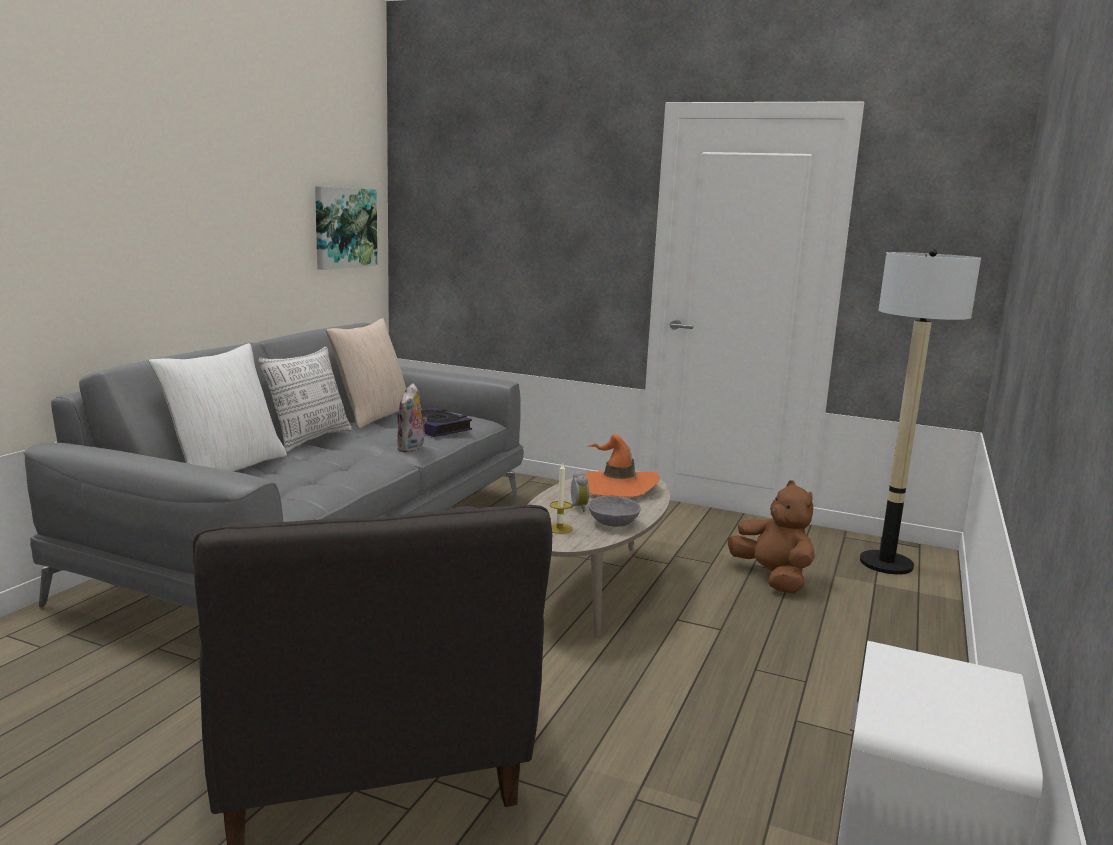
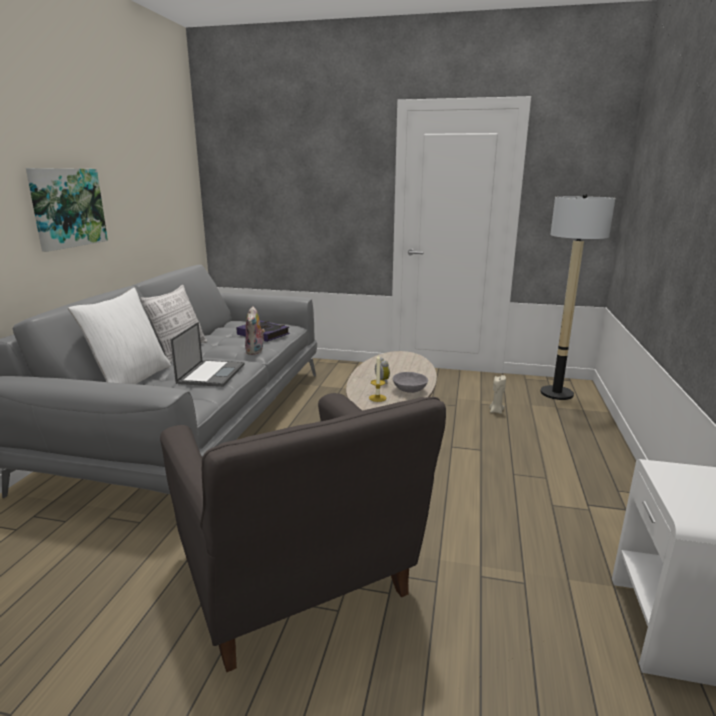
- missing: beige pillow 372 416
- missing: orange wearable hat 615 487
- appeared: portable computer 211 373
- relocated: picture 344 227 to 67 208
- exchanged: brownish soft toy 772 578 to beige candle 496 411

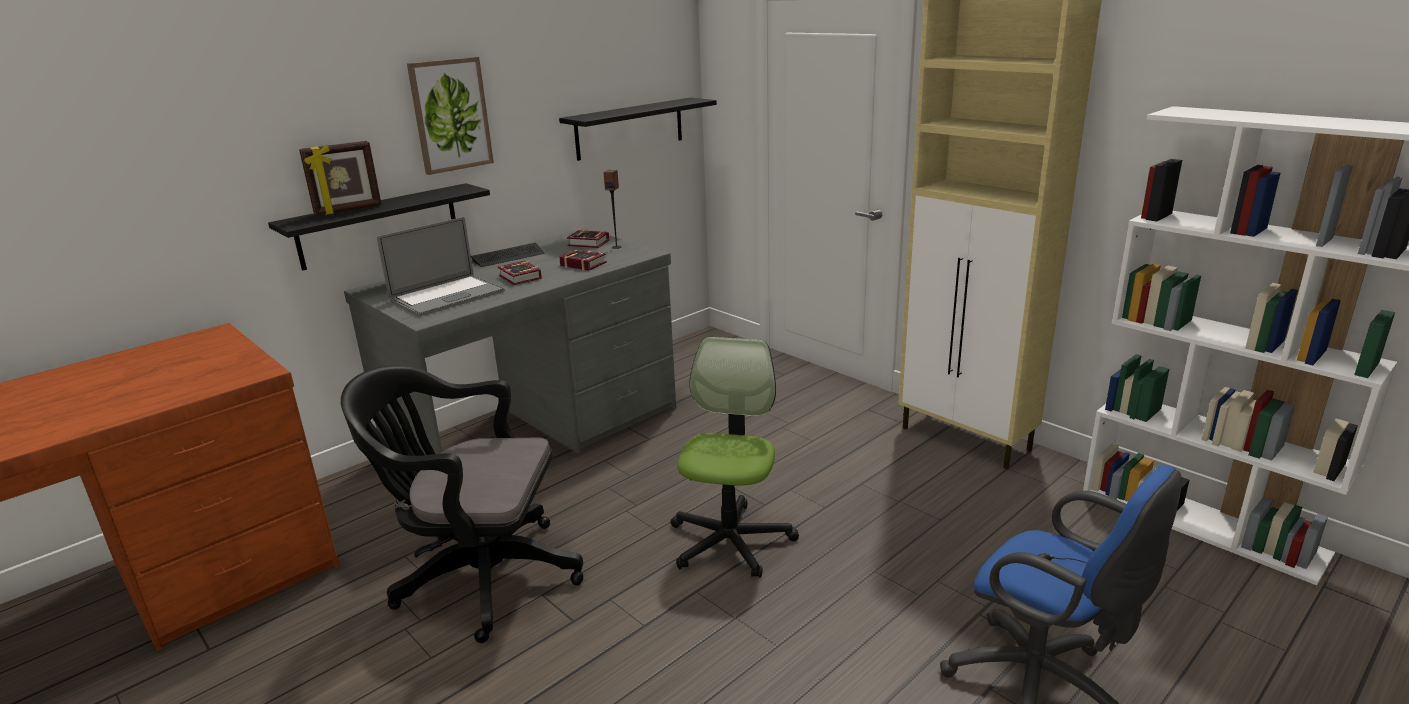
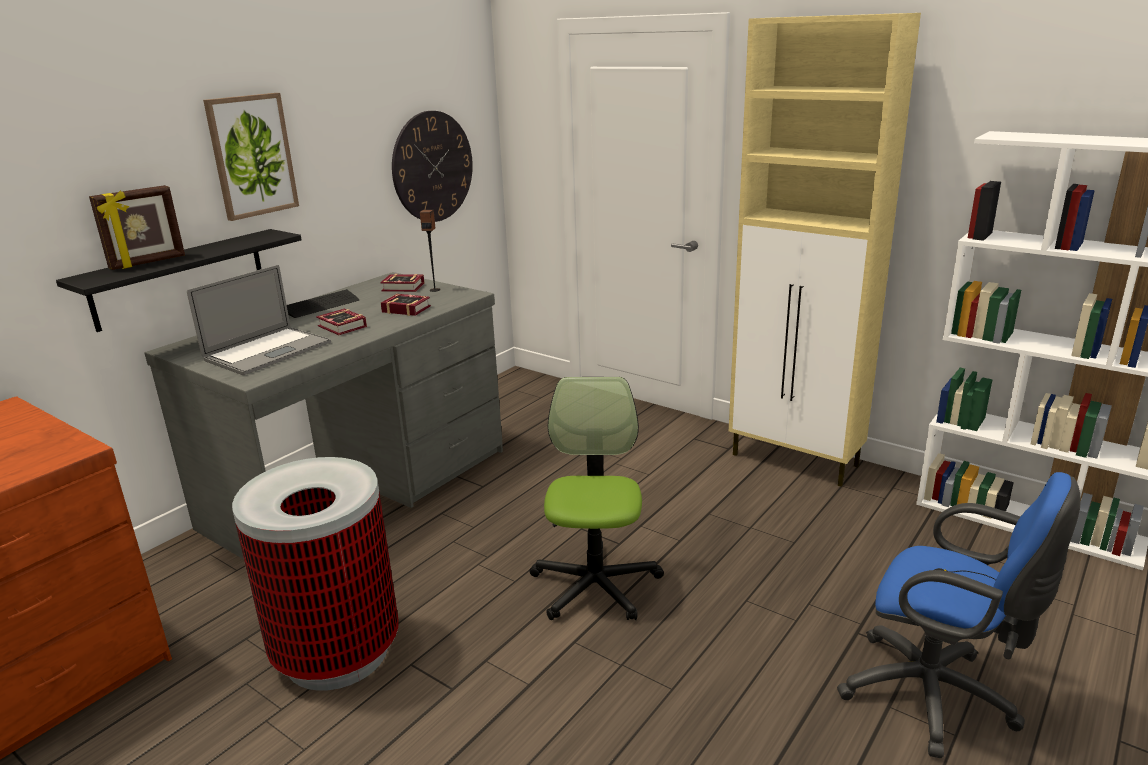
- exchanged: black-coloured office chair 479 577 to waste bin 336 653
- exchanged: black-coloured wall shelf 630 128 to clock on the wall 432 167

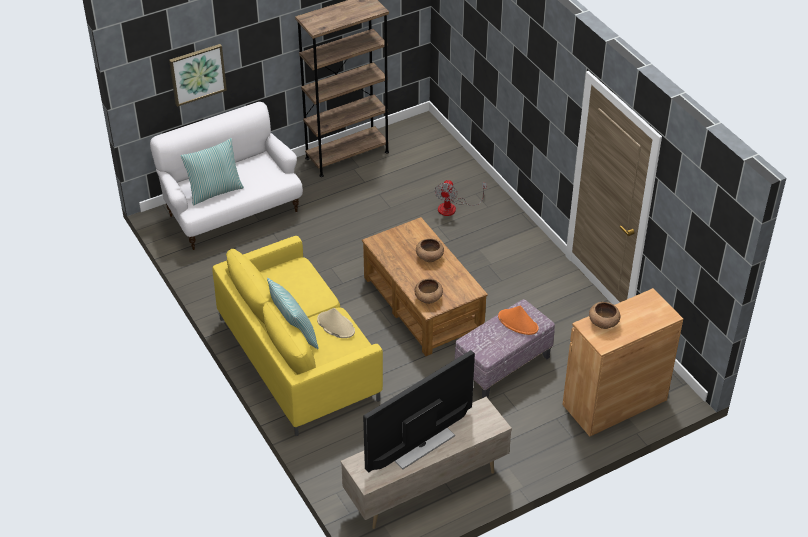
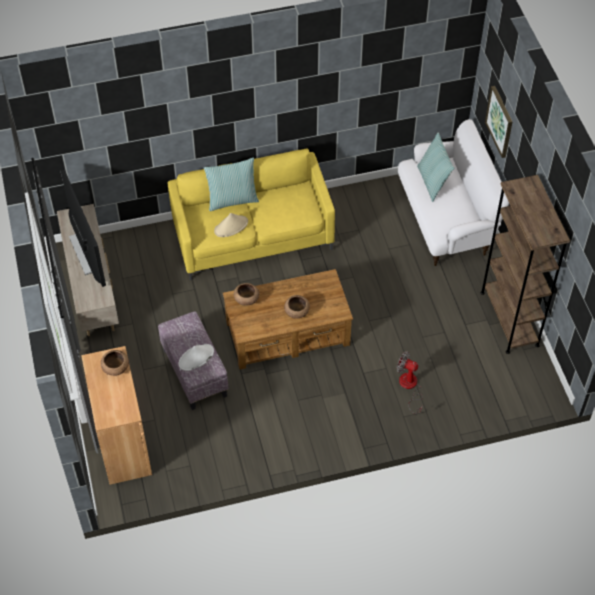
- colour: orange wearable hat 518 323 to white wearable hat 196 358

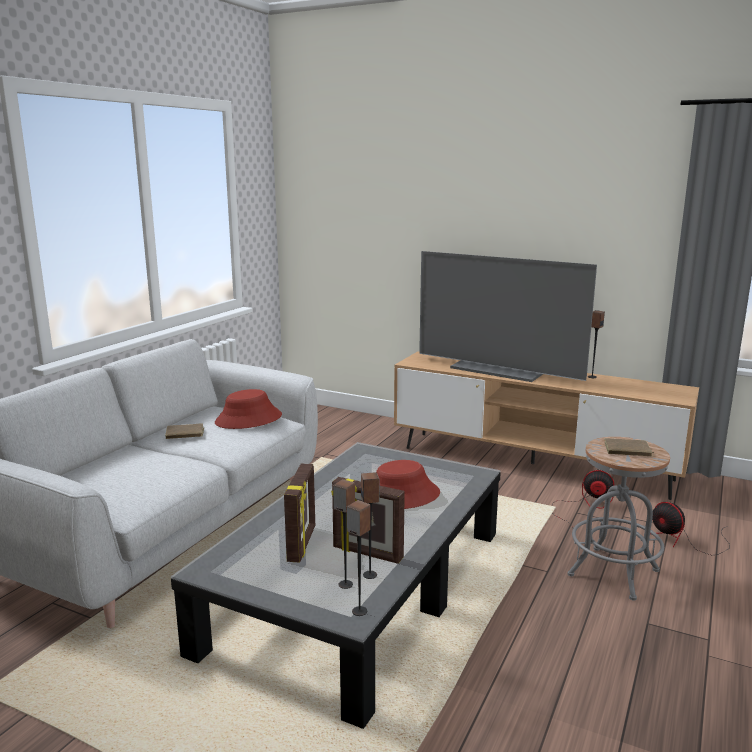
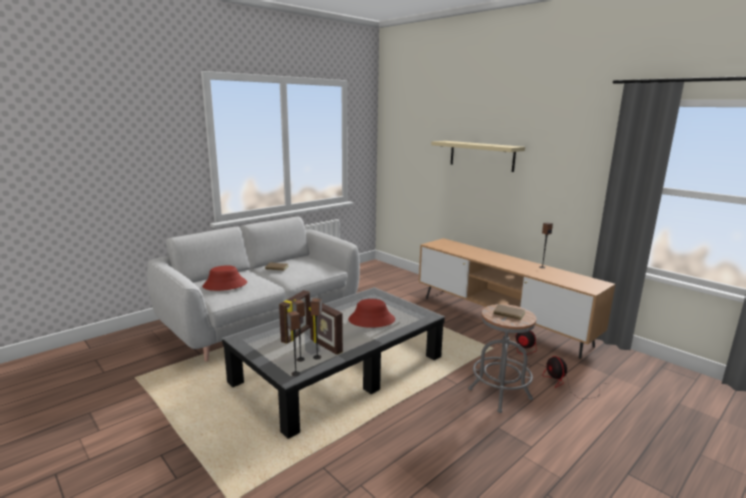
- missing: TV set 499 370
- appeared: beige wall shelf 481 155
- relocated: reddish wearable hat 248 419 to 225 285

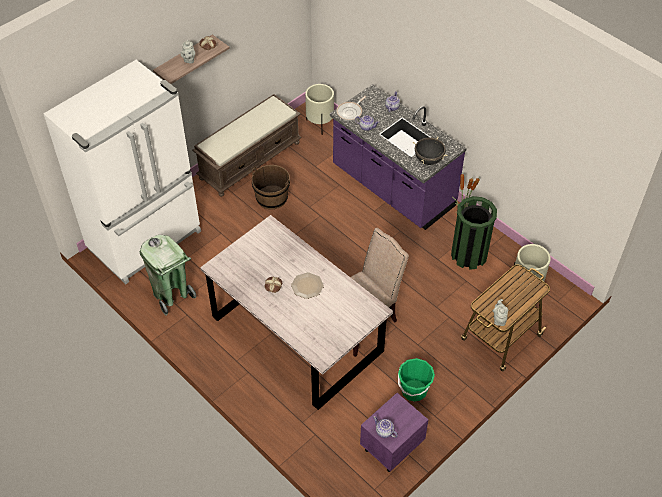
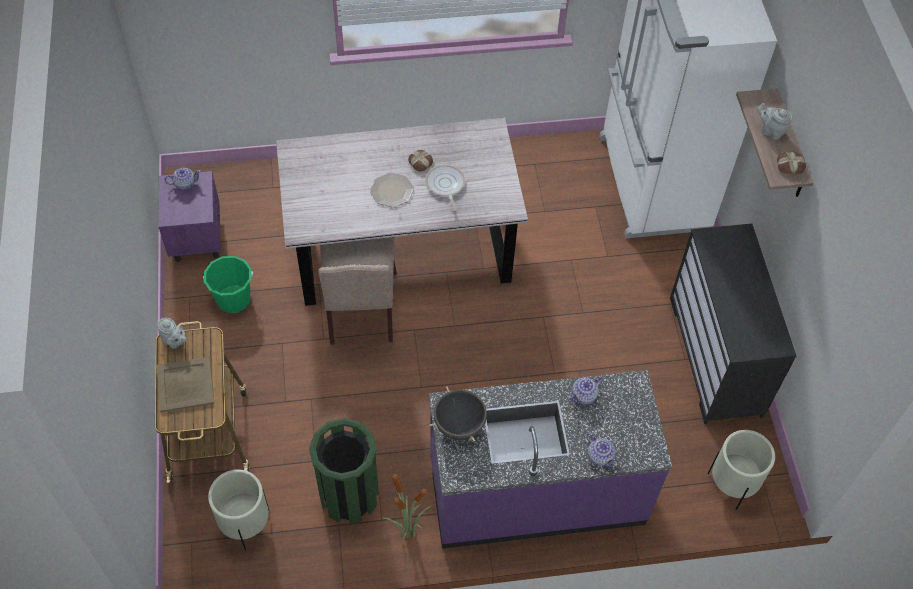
- missing: greenish waste bin 172 295
- missing: brownish bucket 272 197
- appeared: beige carrying tray 186 384
- relocated: frying pan 350 112 to 445 185
- exchanged: brownish bench 250 160 to black-coloured dresser 716 356

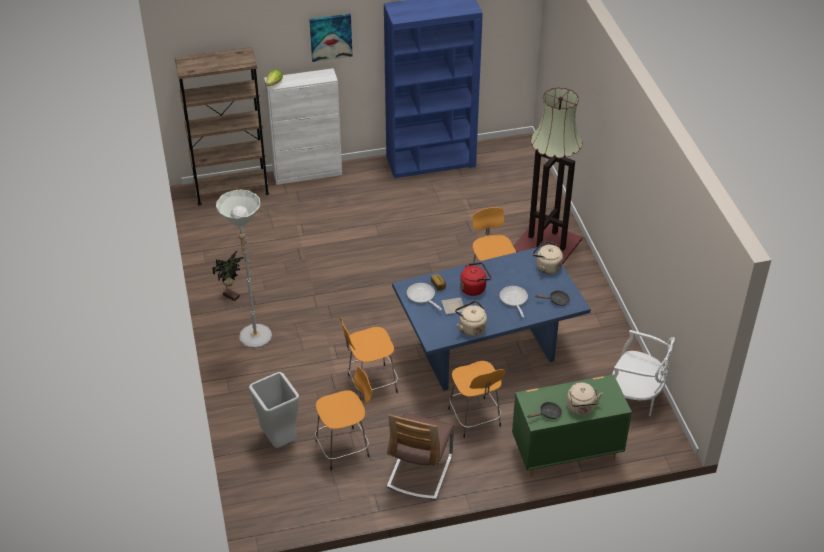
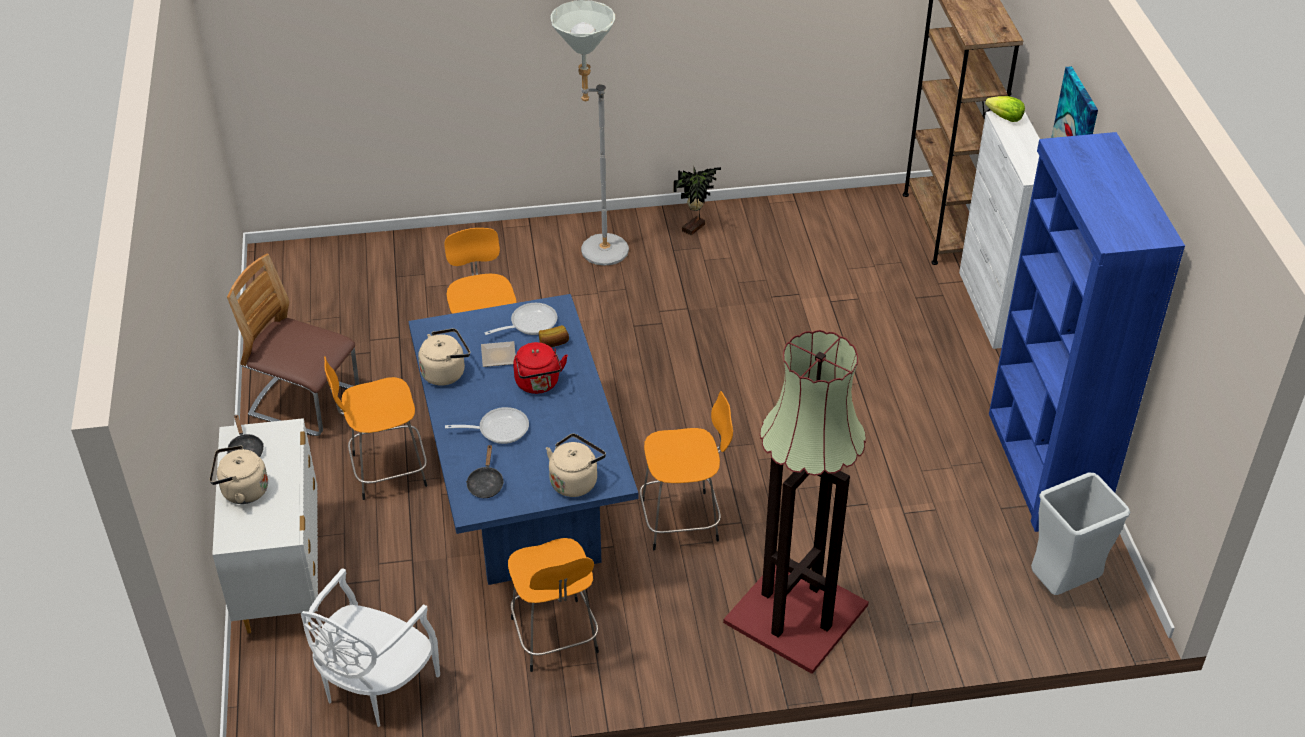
- relocated: greyish waste bin 278 439 to 1063 584
- relocated: orange stool seat 344 448 to 555 638
- colour: greenish dresser 565 454 to white dresser 281 571

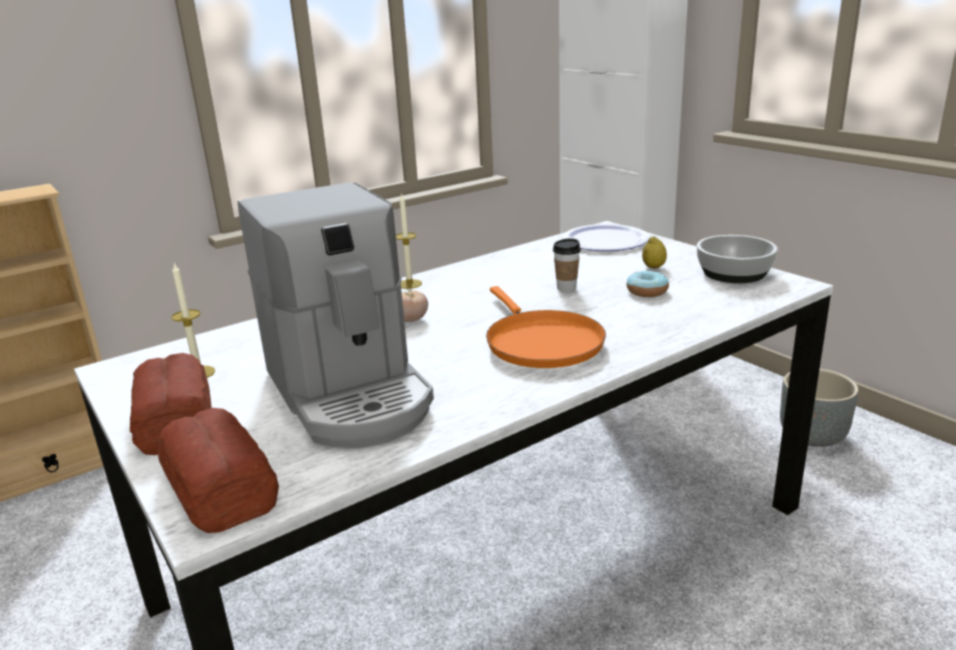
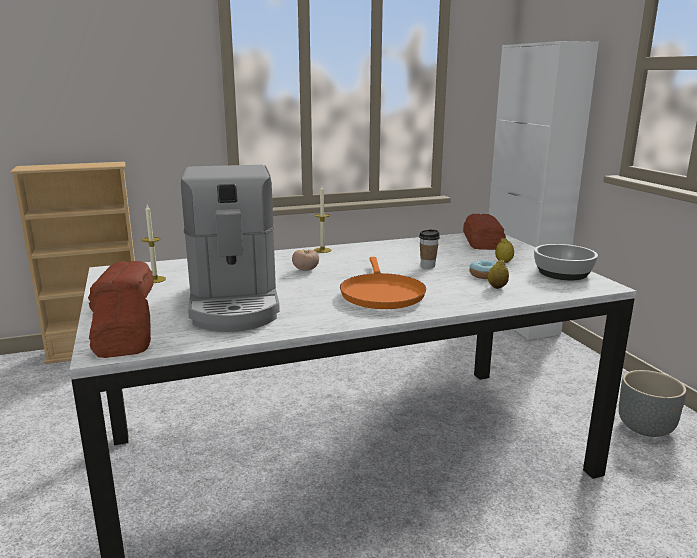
- appeared: lemon 497 287
- exchanged: dinner plate 605 240 to bread 482 242

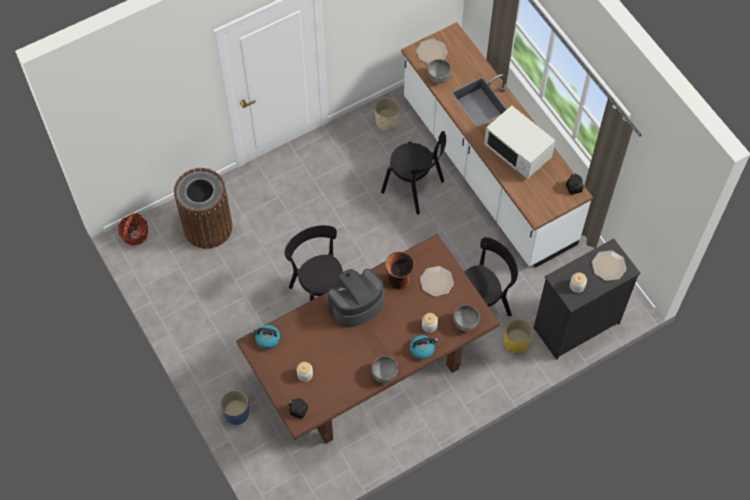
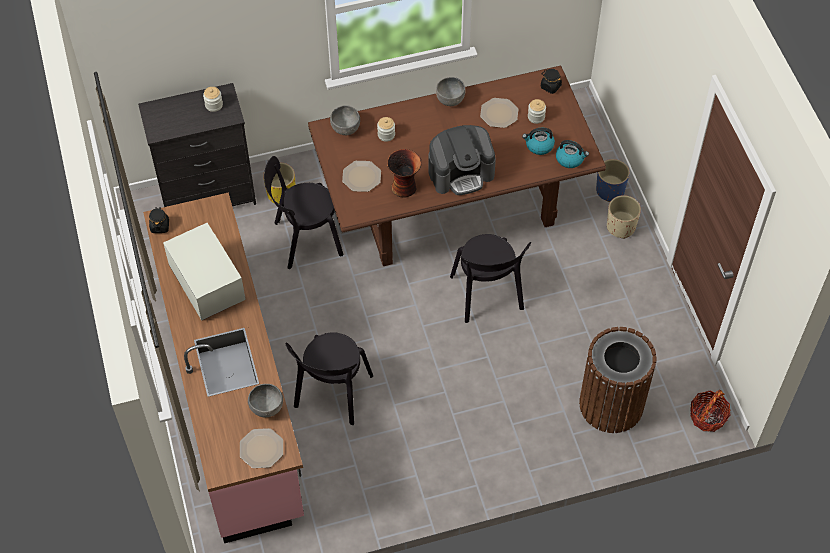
- relocated: beige plant pot 387 121 to 620 227
- relocated: water kettle 422 349 to 539 146
- relocated: dinner plate 609 265 to 498 114
- colour: white kitchen base unit 486 171 to pink kitchen base unit 232 395
- spun: black-coloured plain chair 415 188 = 332 394 120 degrees counterclockwise

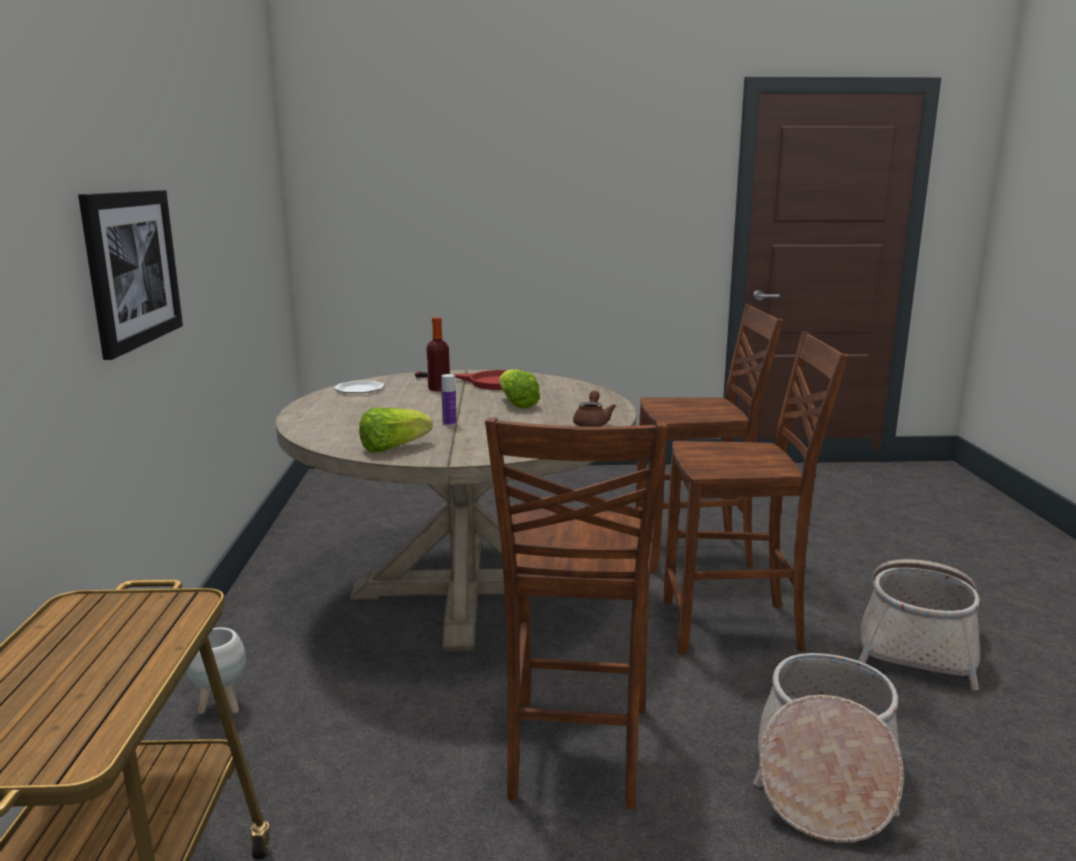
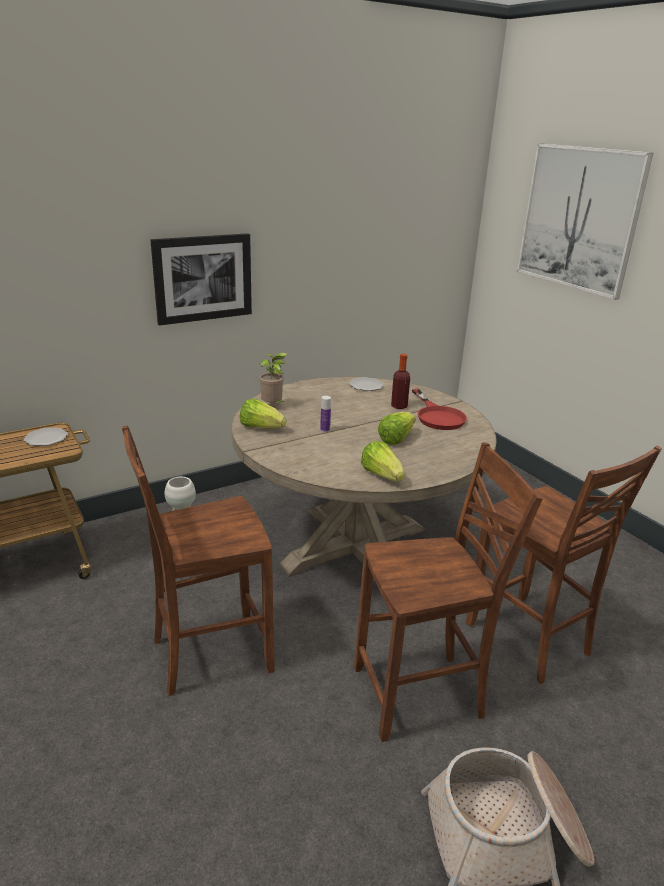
- missing: basket 824 774
- appeared: dinner plate 46 438
- appeared: houseplant 273 406
- appeared: picture 579 219
- exchanged: brownish teapot 592 423 to lettuce head 382 475
- spun: brownish plain chair 735 627 = 421 695 75 degrees counterclockwise

